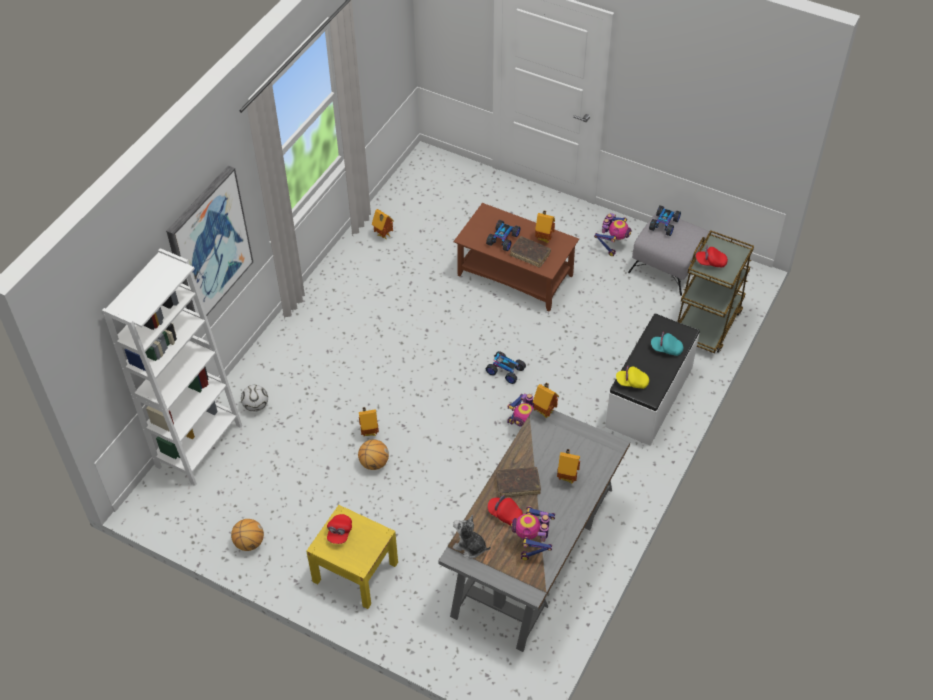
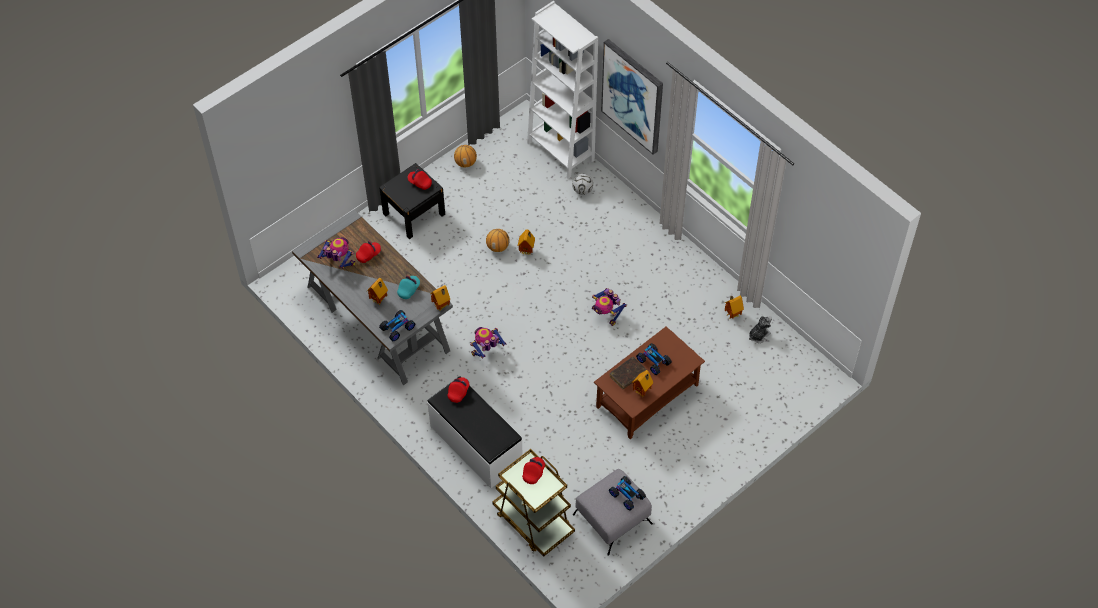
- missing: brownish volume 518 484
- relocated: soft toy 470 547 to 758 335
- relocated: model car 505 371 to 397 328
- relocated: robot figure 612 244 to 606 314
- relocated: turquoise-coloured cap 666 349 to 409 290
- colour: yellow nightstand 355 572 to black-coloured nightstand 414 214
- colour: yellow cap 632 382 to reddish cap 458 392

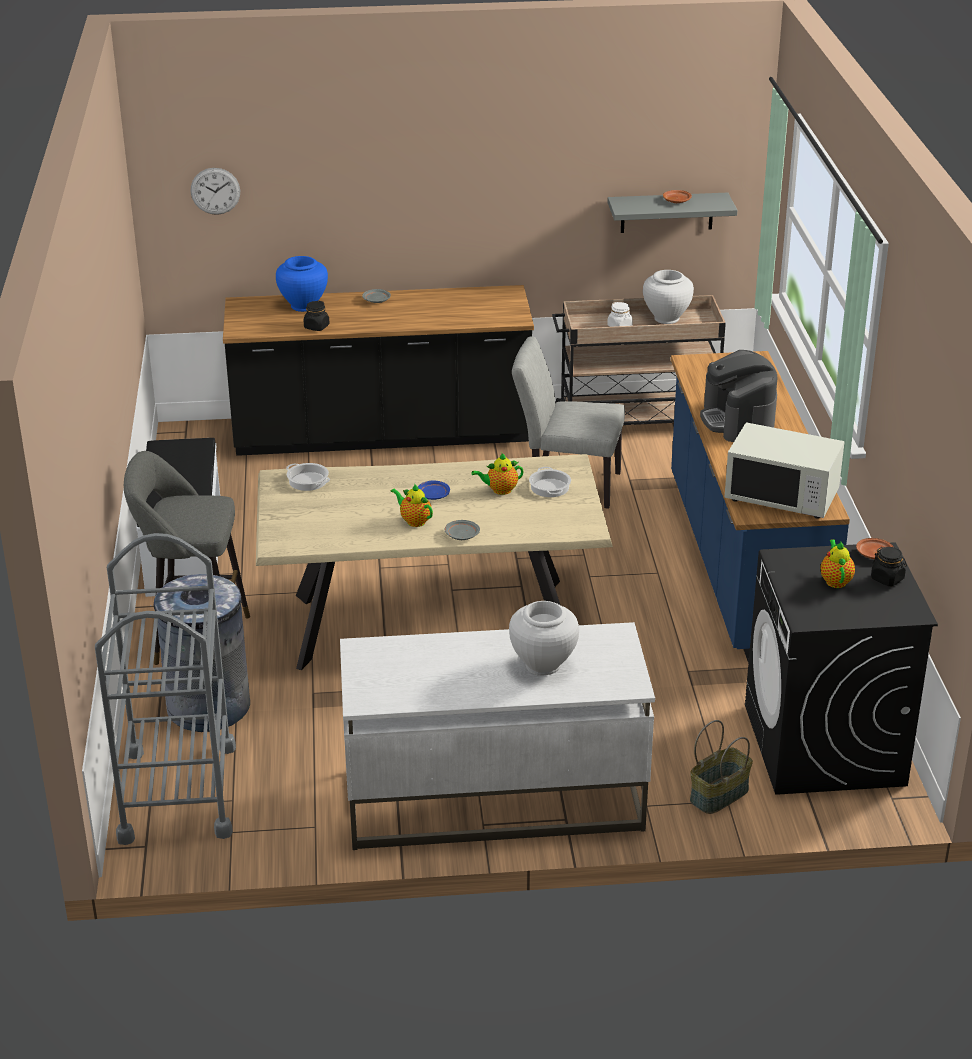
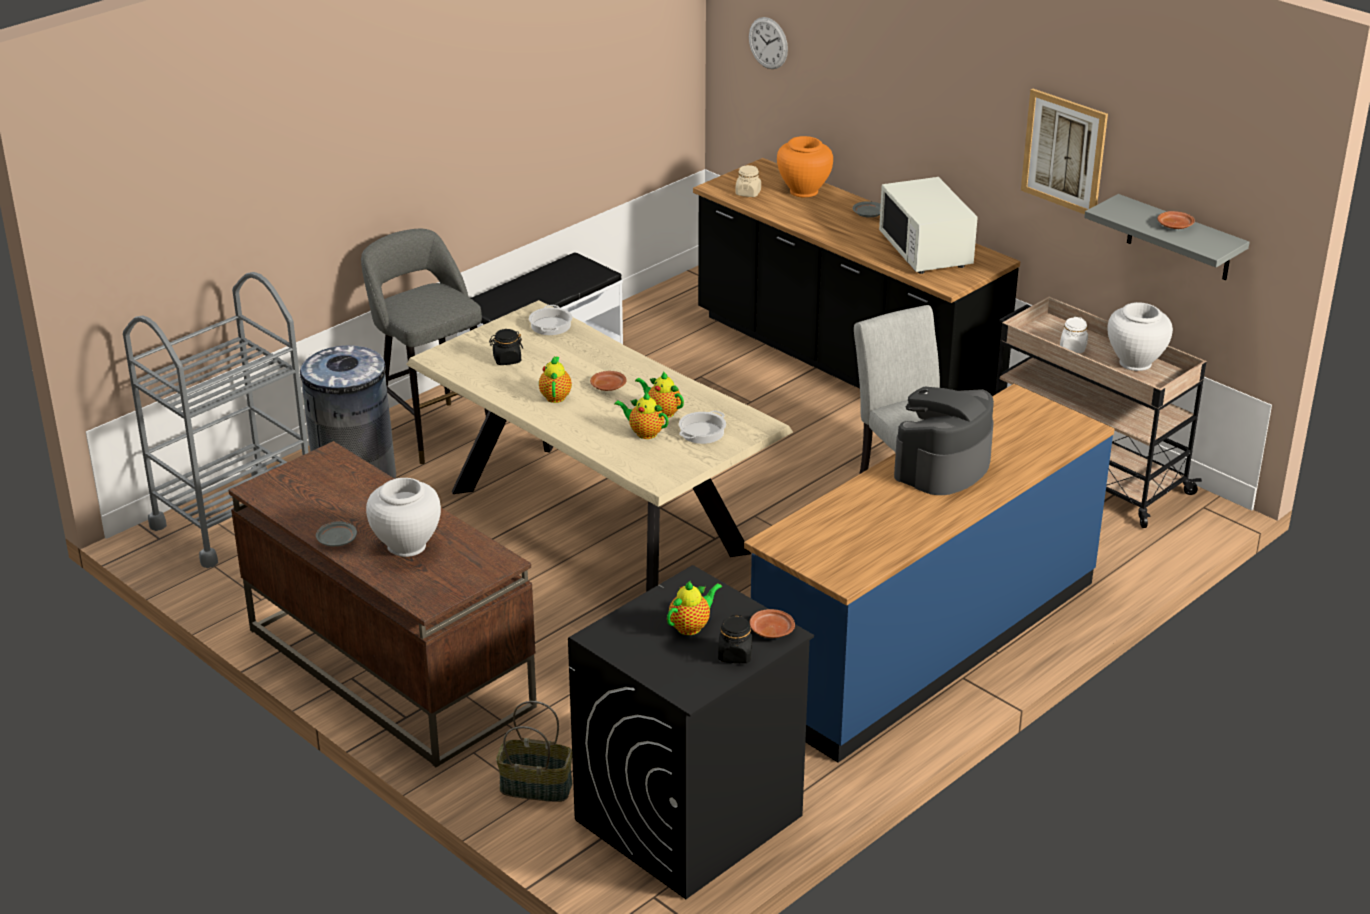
- appeared: teapot 644 433
- appeared: beige jar 748 193
- appeared: picture 1064 152
- relocated: black-coloured jar 316 327 to 507 360
- relocated: greyish dinner plate 461 535 to 337 540
- relocated: white kitchen microwave 782 496 to 926 251
- colour: blue-coloured decorative vase 303 306 to orange decorative vase 804 191
- colour: white desk 492 800 to brownish desk 388 667
- colour: blue-coloured dinner plate 433 495 to brownish dinner plate 608 386

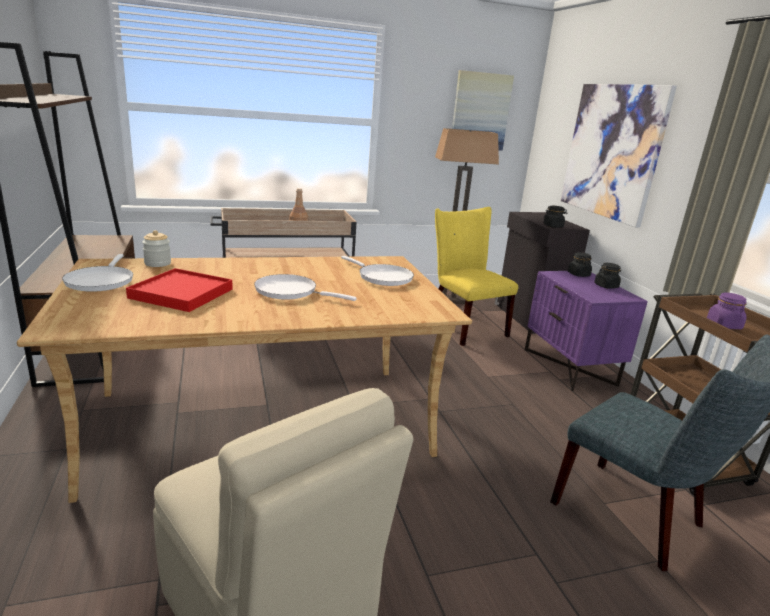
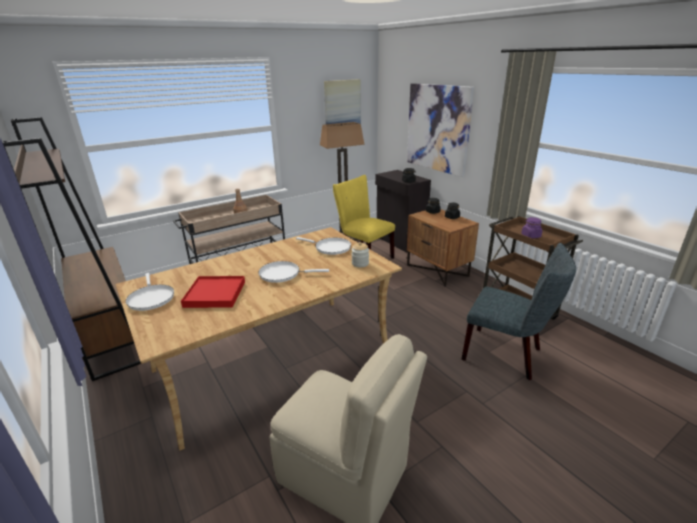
- relocated: jar 157 263 to 360 263
- colour: purple nightstand 570 367 to brownish nightstand 438 270

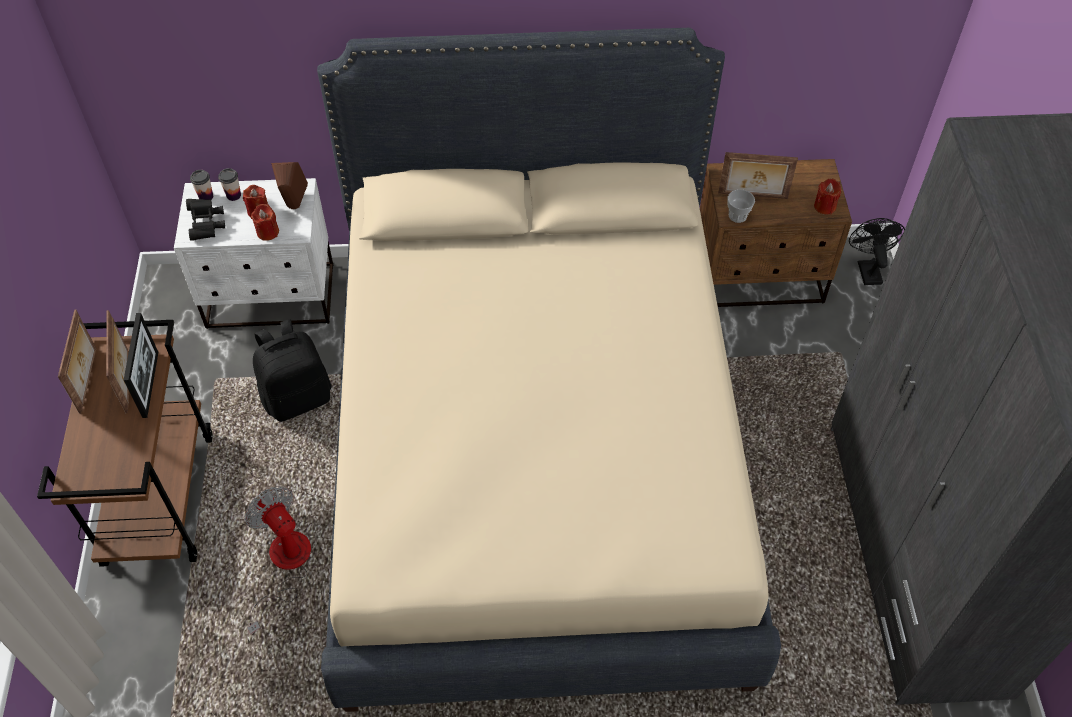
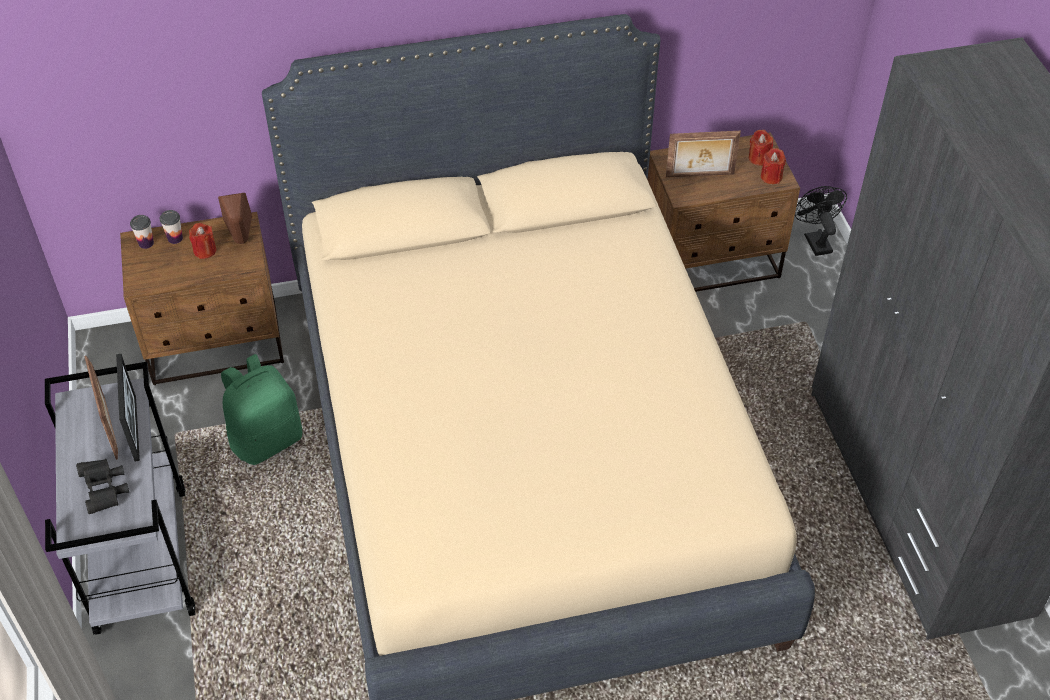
- missing: standing frame 89 380
- missing: fan 285 566
- missing: small cup 737 216
- relocated: black-coloured pair of binoculars 207 225 to 105 491
- relocated: reddish candle 268 232 to 759 158
- colour: brownish trolley 159 497 to greyish trolley 140 558
- colour: white nightstand 271 297 to brownish nightstand 216 345
- colour: black-coloured backpack 298 397 to greenish backpack 266 439

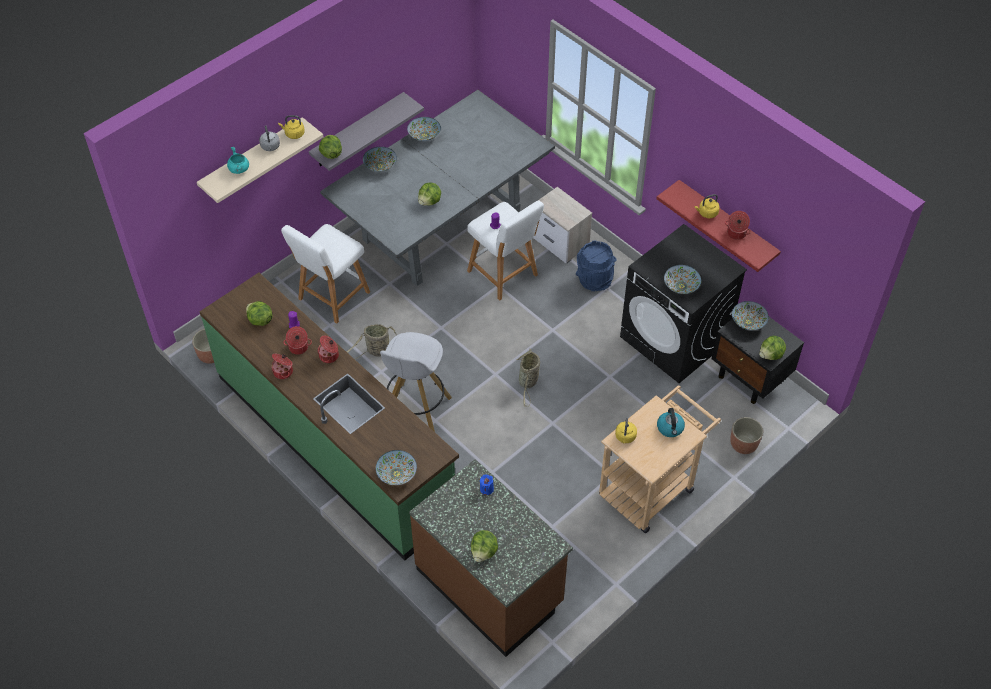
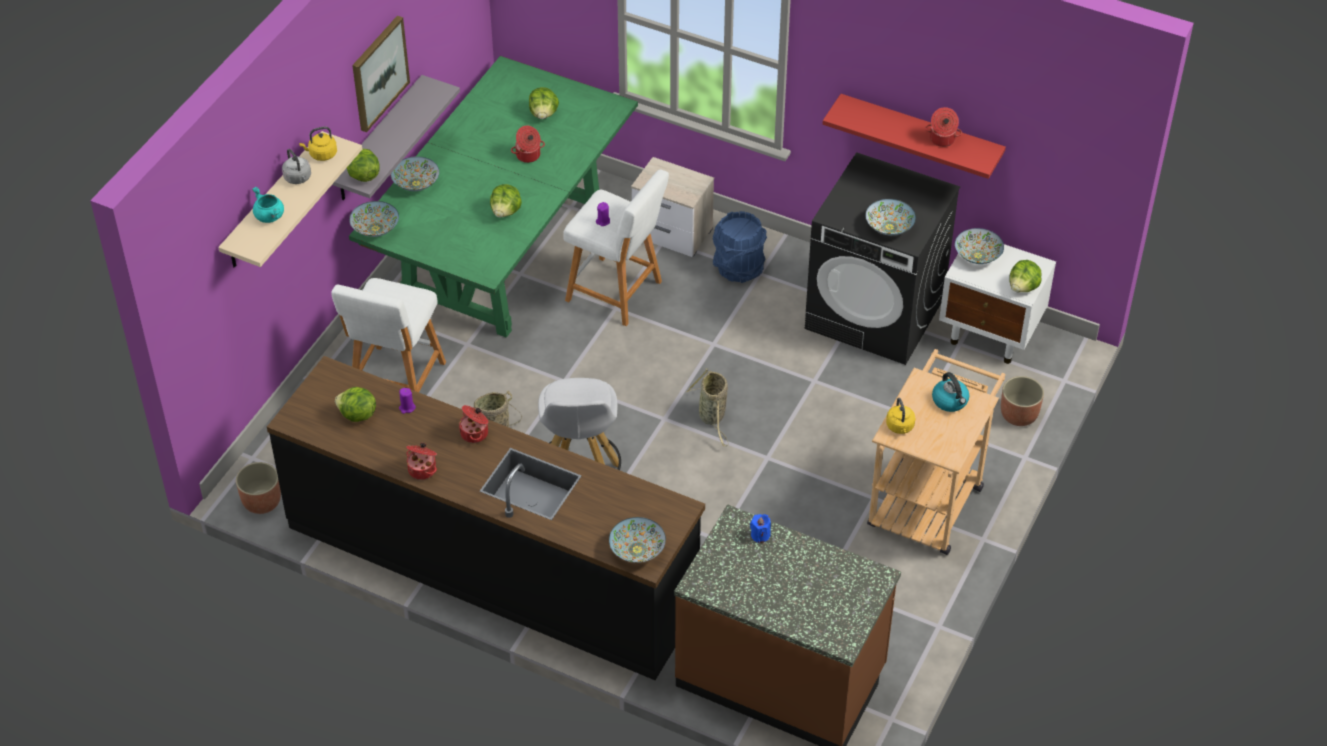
- missing: yellow water kettle 707 213
- appeared: picture 379 73
- relocated: cooking pot 298 348 to 528 155
- relocated: serving bowl 424 135 to 375 228
- relocated: lettuce head 484 552 to 543 114
- colour: greenish kitchen base unit 335 444 to black-coloured kitchen base unit 492 565
- colour: greyish kitchen table 441 227 to greenish kitchen table 503 254
- colour: black-coloured nightstand 750 378 to white nightstand 991 334

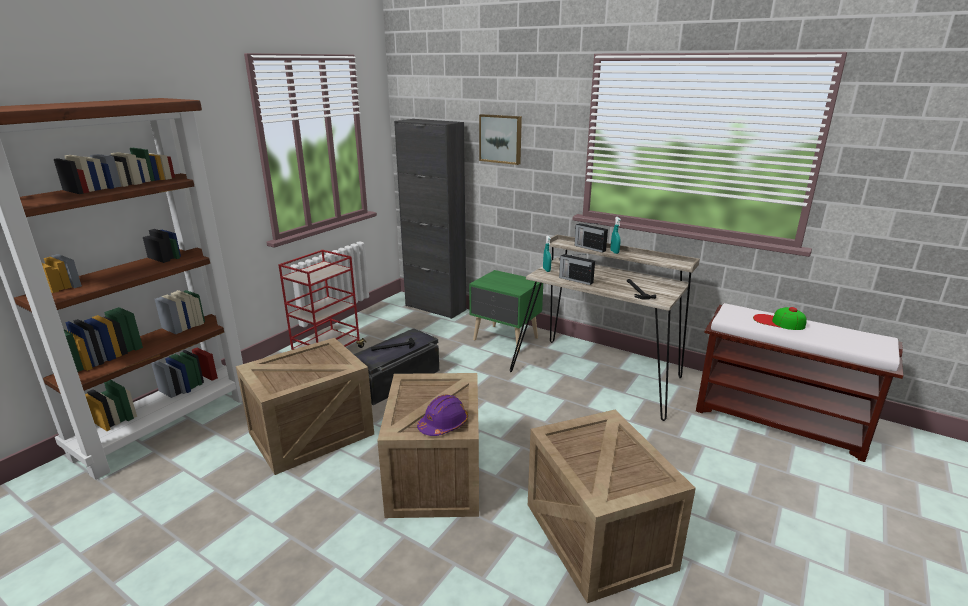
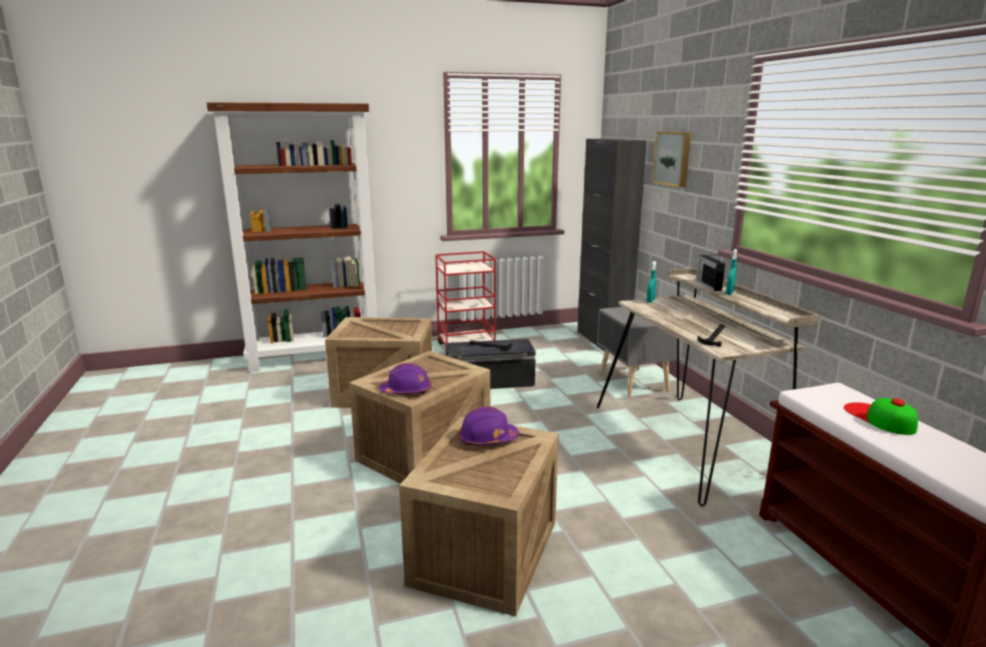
- missing: radio receiver 575 280
- appeared: purple work helmet 487 439
- colour: greenish nightstand 505 340 to greyish nightstand 632 383

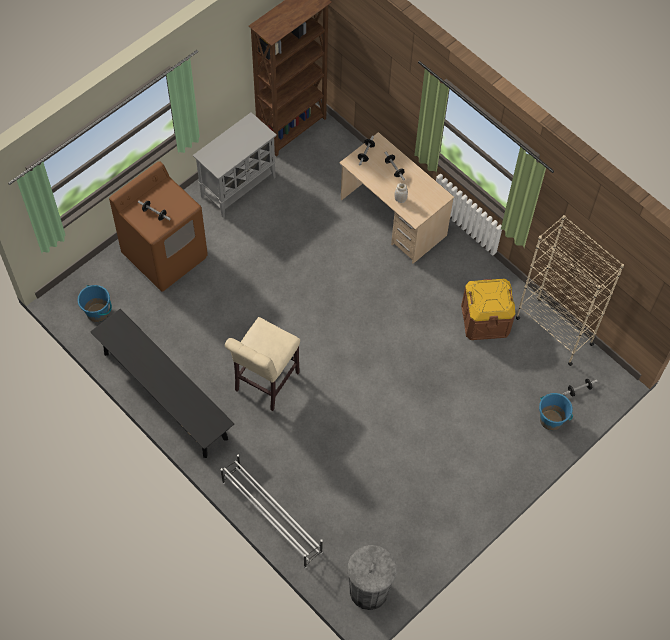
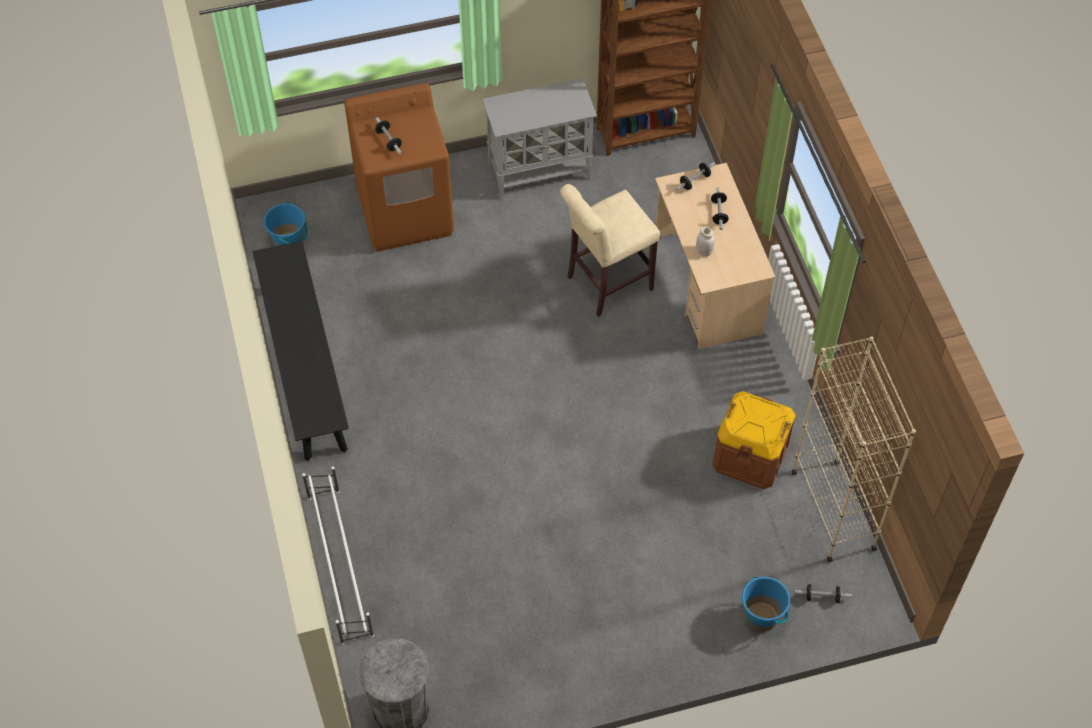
- relocated: beige stool seat 264 384 to 605 285

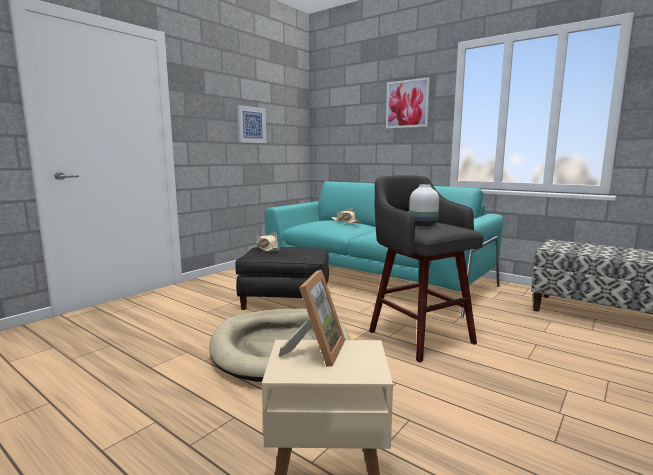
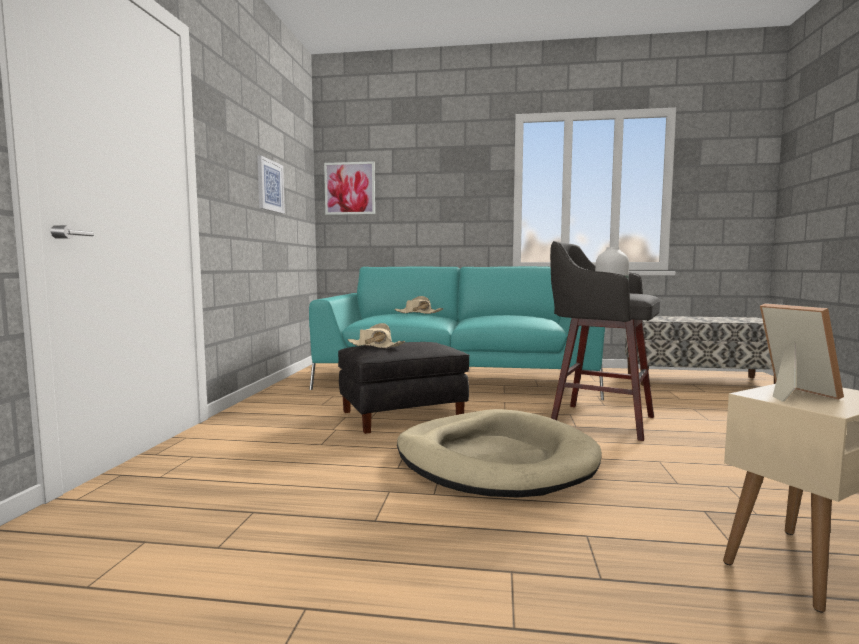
- relocated: picture 407 104 to 350 188

